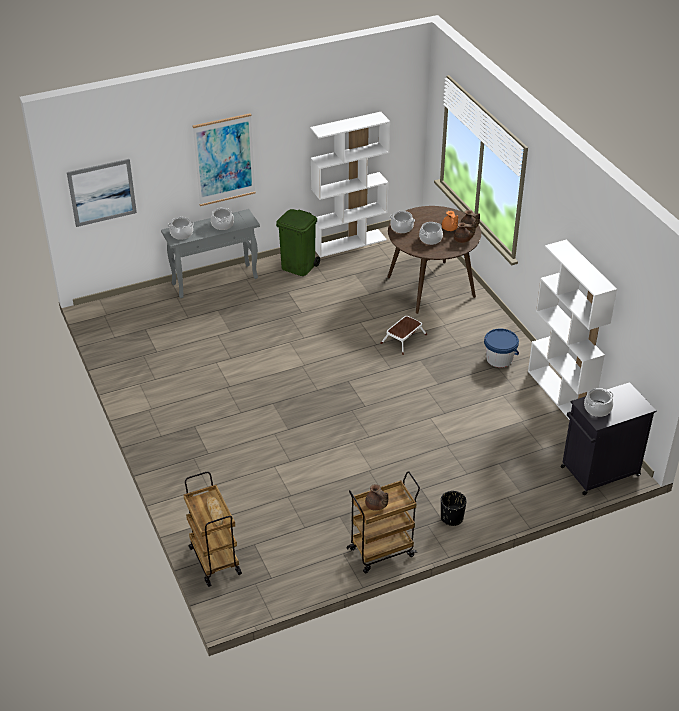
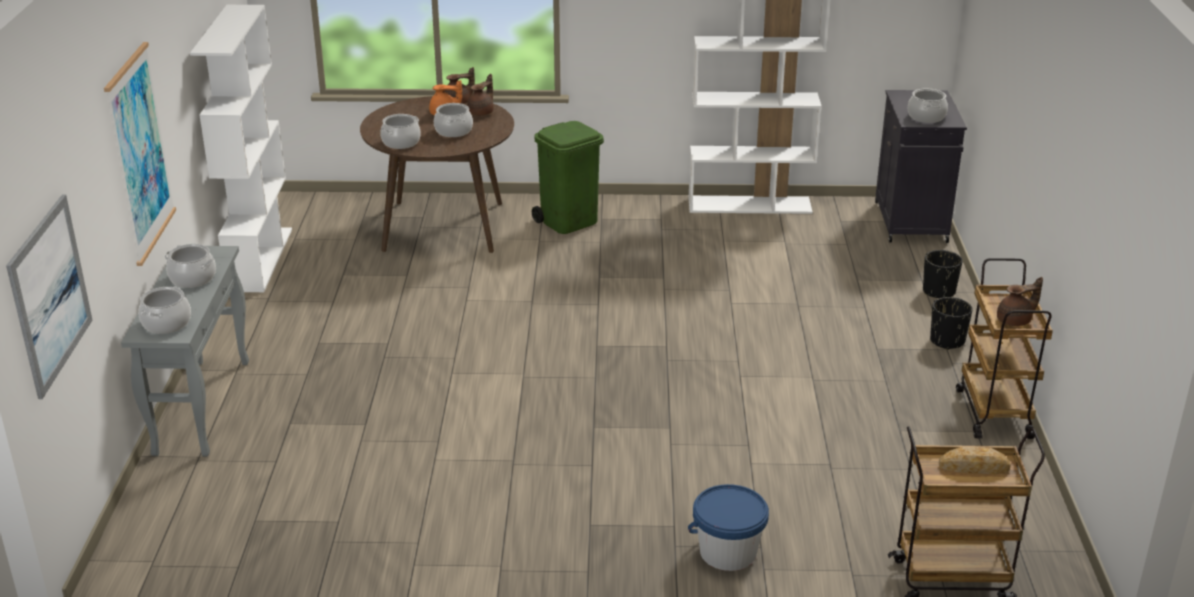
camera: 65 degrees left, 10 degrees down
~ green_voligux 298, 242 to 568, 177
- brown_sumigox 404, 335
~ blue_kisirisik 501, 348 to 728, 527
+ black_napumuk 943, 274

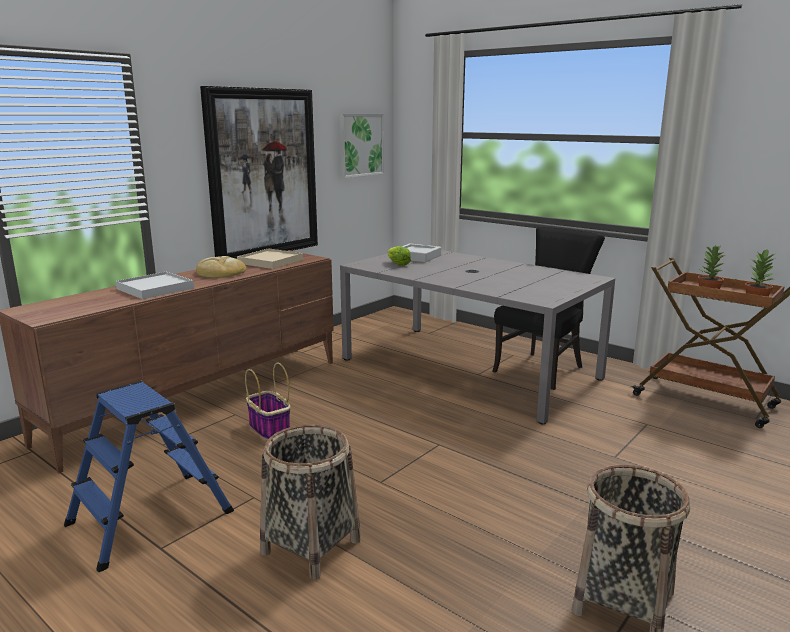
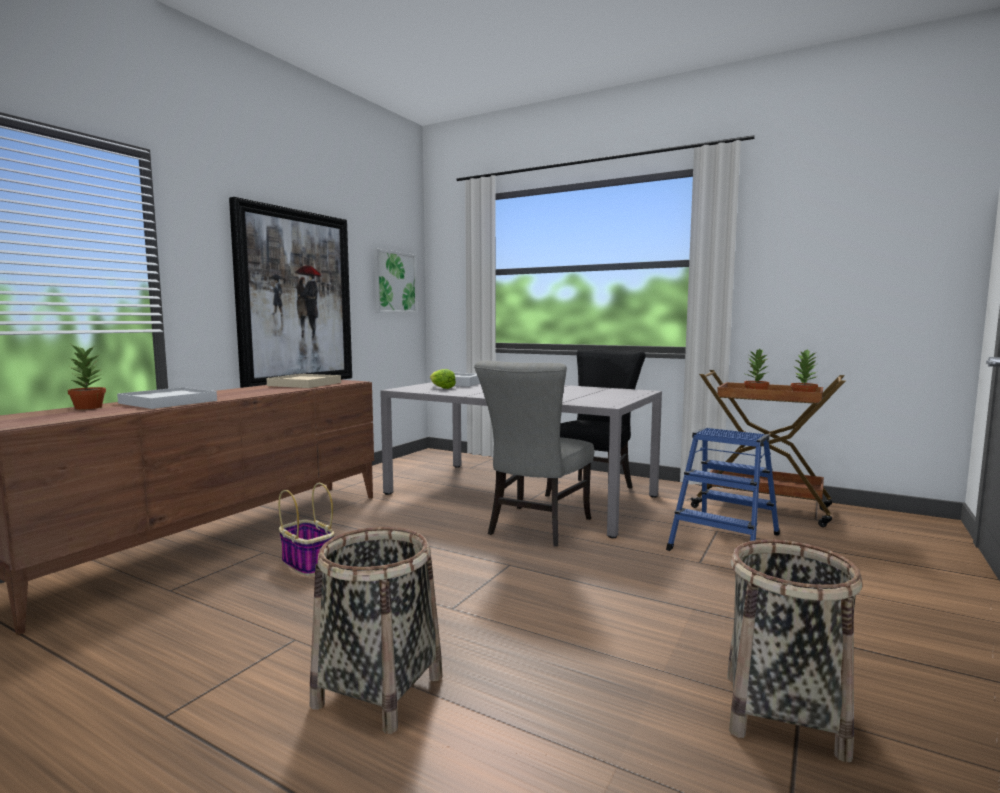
camera: 10 degrees left, 10 degrees down
~ blue_sumigox 149, 476 to 723, 489
- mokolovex 221, 267
+ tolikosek 87, 377
+ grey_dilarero 534, 454

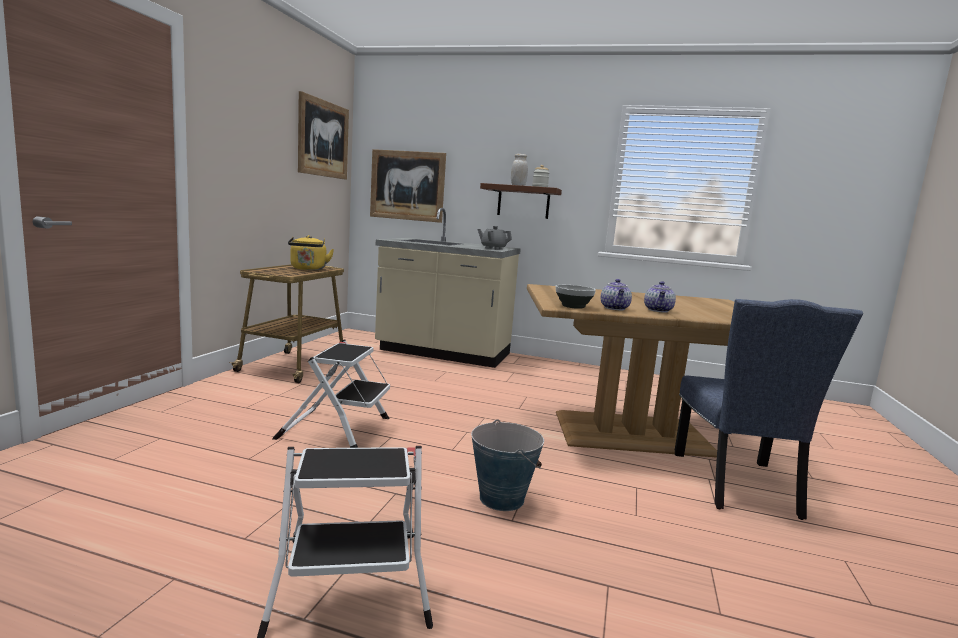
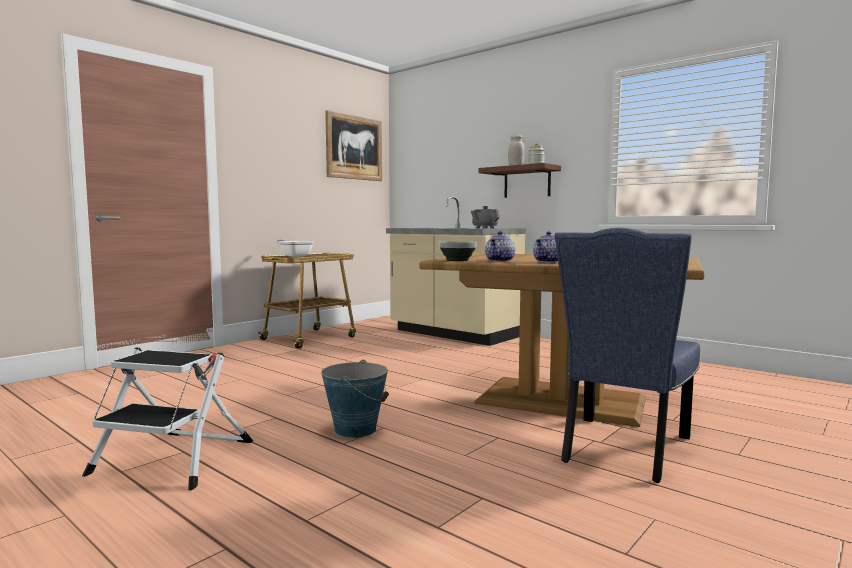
camera: 25 degrees right, 5 degrees down
- sumigox 331, 393
- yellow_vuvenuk 311, 252
- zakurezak 408, 186
+ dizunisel 295, 248

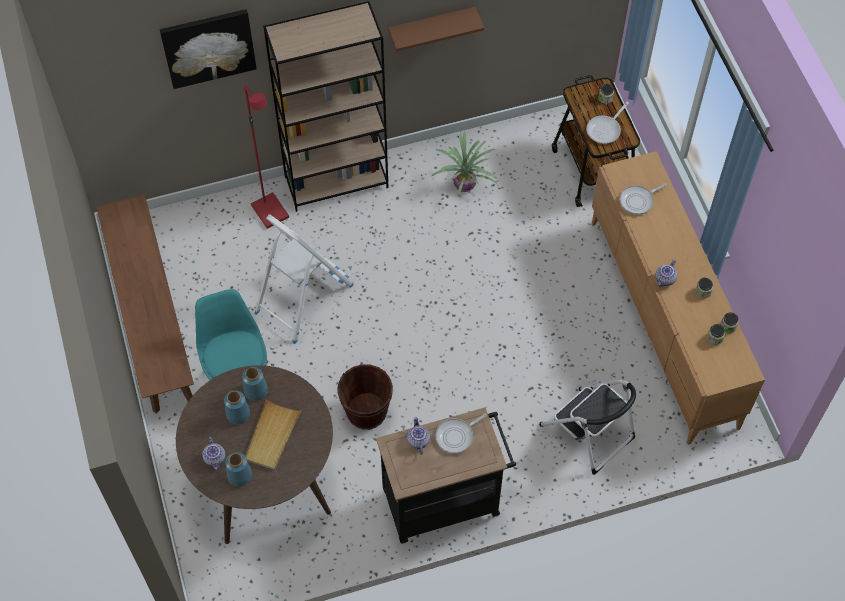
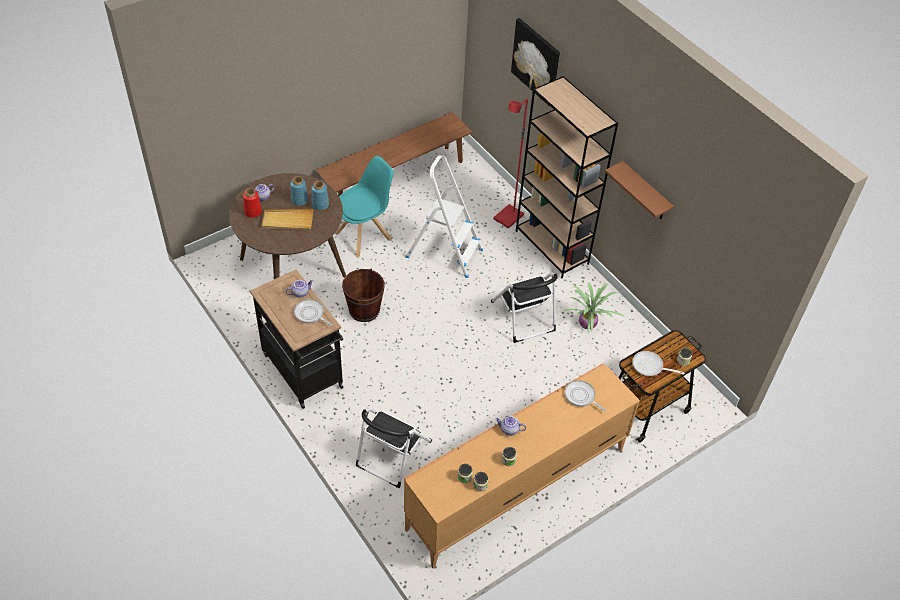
camera: 70 degrees right, 10 degrees down
~ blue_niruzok 238, 469 to red_niruzok 252, 203
+ sumigox 524, 307

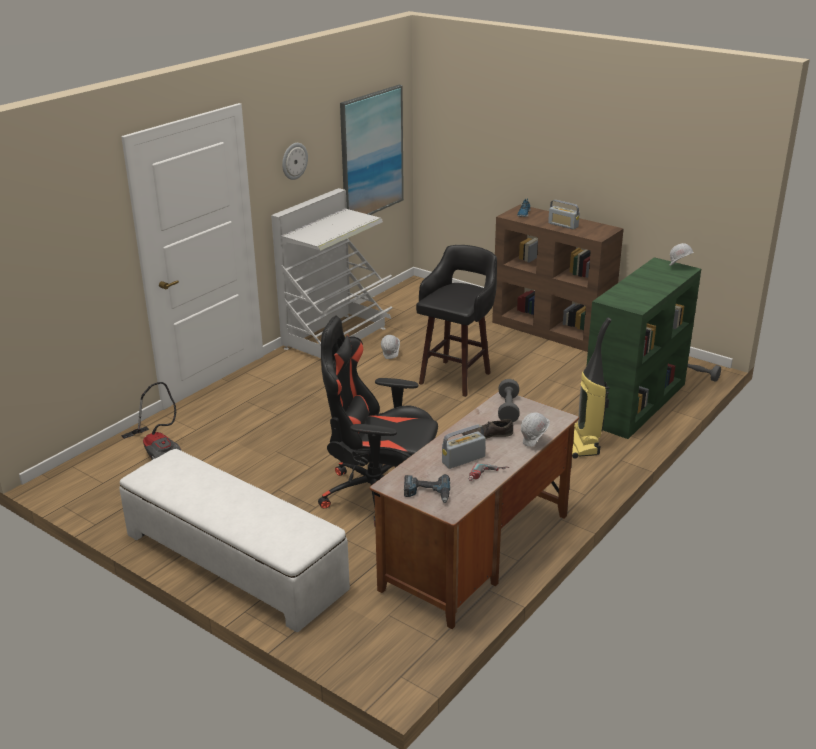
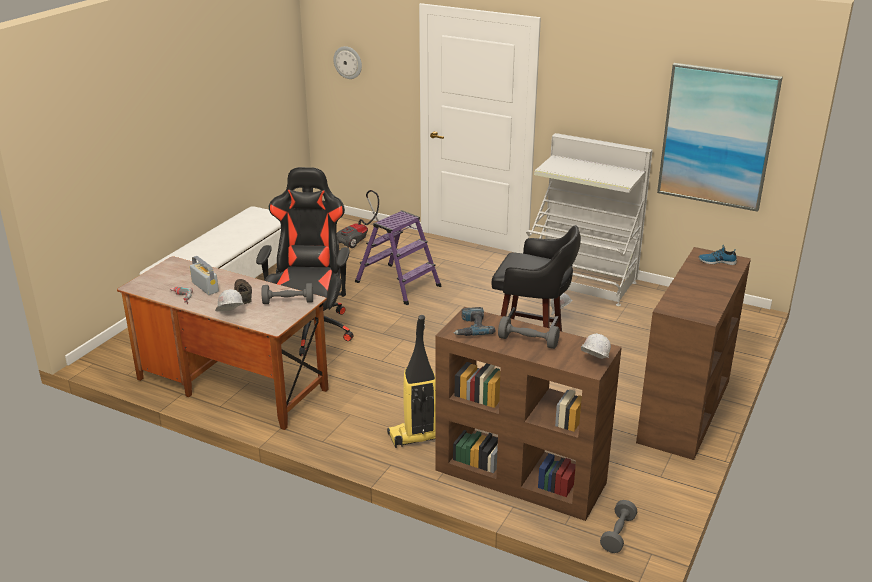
camera: 80 degrees right, 0 degrees up
~ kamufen 295, 161 to 347, 62
~ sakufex 427, 488 to 474, 321
- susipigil 564, 215
~ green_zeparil 644, 348 to brown_zeparil 528, 414
+ purple_sumigox 398, 257
+ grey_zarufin 529, 332

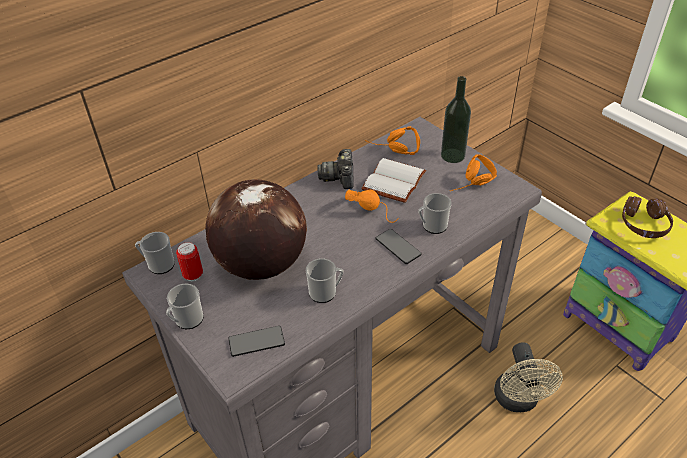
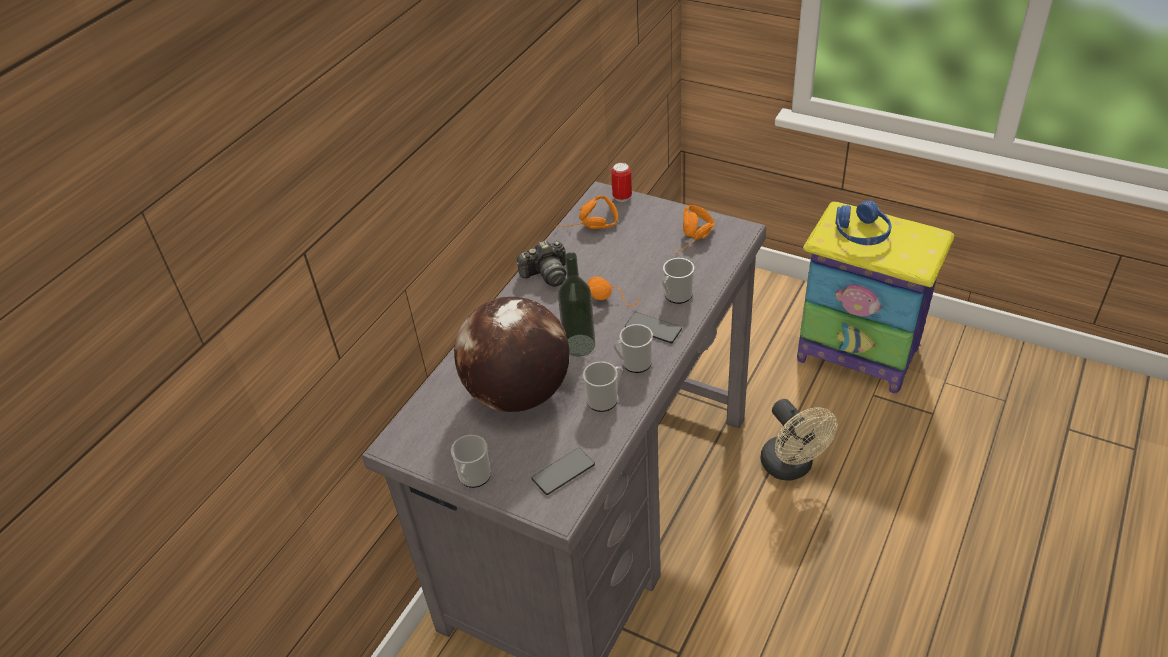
camera: 20 degrees left, 0 degrees up
~ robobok 155, 253 to 633, 348
~ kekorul 189, 261 to 621, 182
~ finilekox 336, 169 = 541, 264 90 degrees counterclockwise
- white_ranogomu 393, 180
~ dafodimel 456, 119 to 576, 304
~ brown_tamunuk 647, 217 to blue_tamunuk 863, 223

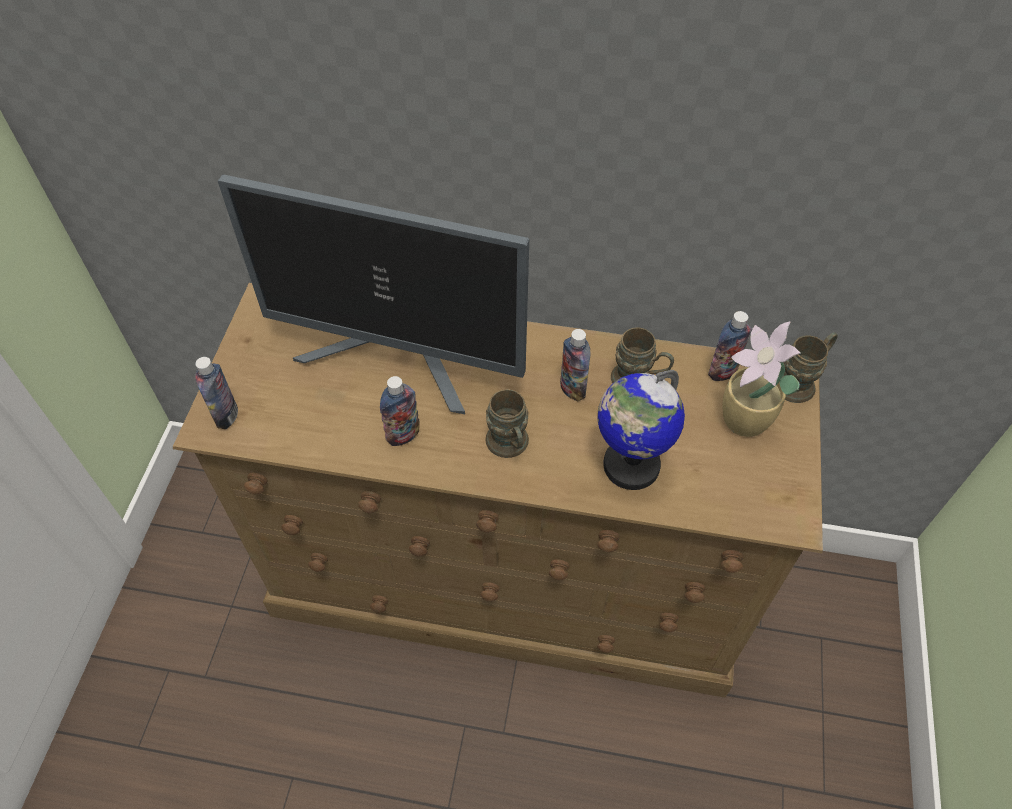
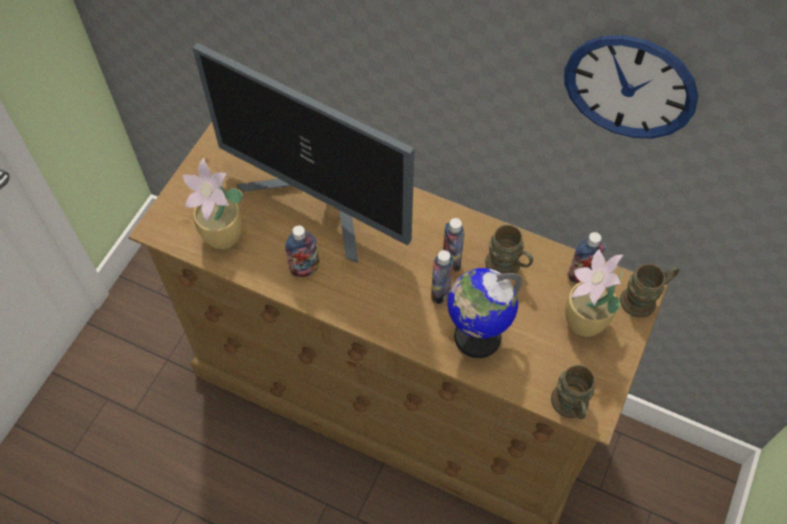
camera: 15 degrees right, 5 degrees up
~ dafodimel 216, 393 to 442, 277
~ brown_robobok 507, 423 to 573, 392
+ tolikosek 213, 203
+ kamufen 631, 87

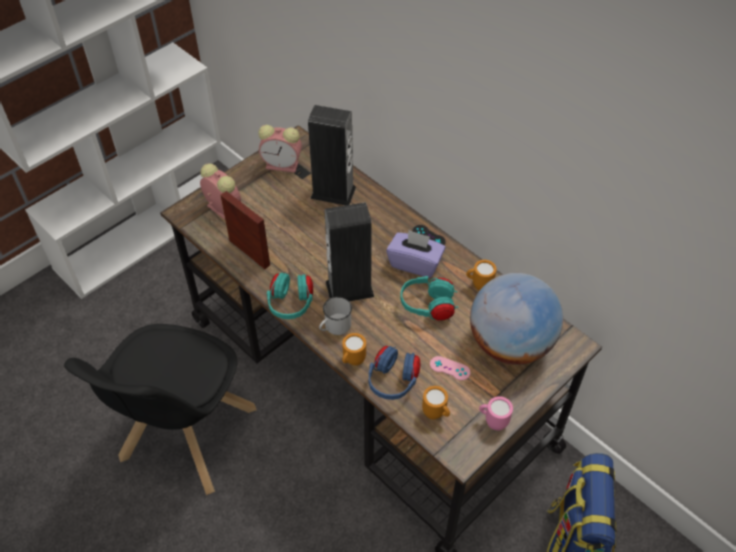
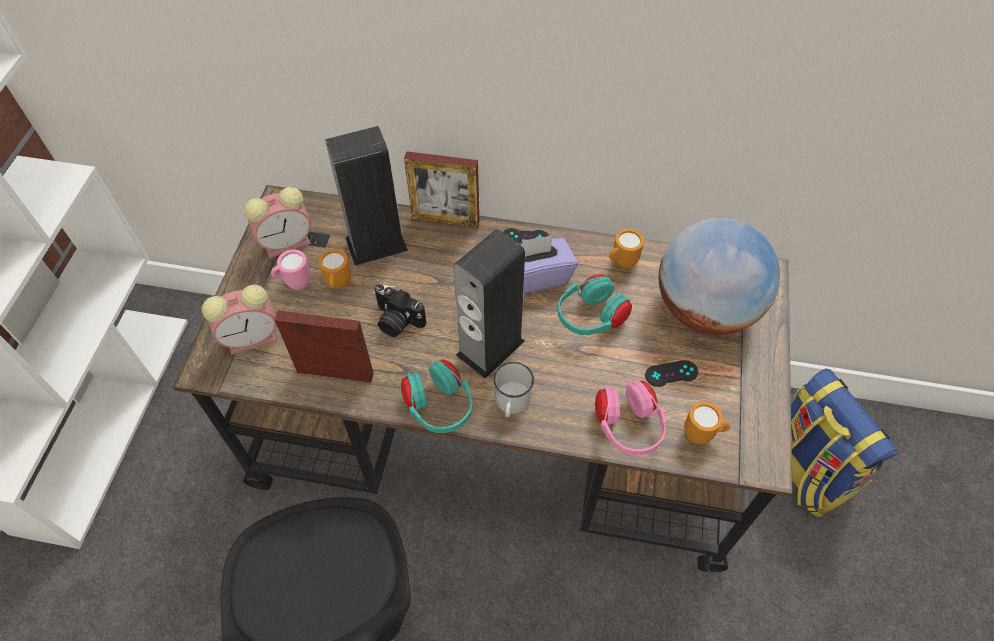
camera: 35 degrees left, 5 degrees up
~ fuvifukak 220, 191 = 239, 320 150 degrees clockwise
~ orange_robobok 354, 349 to 334, 268
~ blue_tamunuk 394, 373 to pink_tamunuk 630, 417
~ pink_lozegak 450, 368 to black_lozegak 671, 373
~ pink_robobok 496, 413 to 291, 269
+ finilekox 399, 310
+ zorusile 442, 189

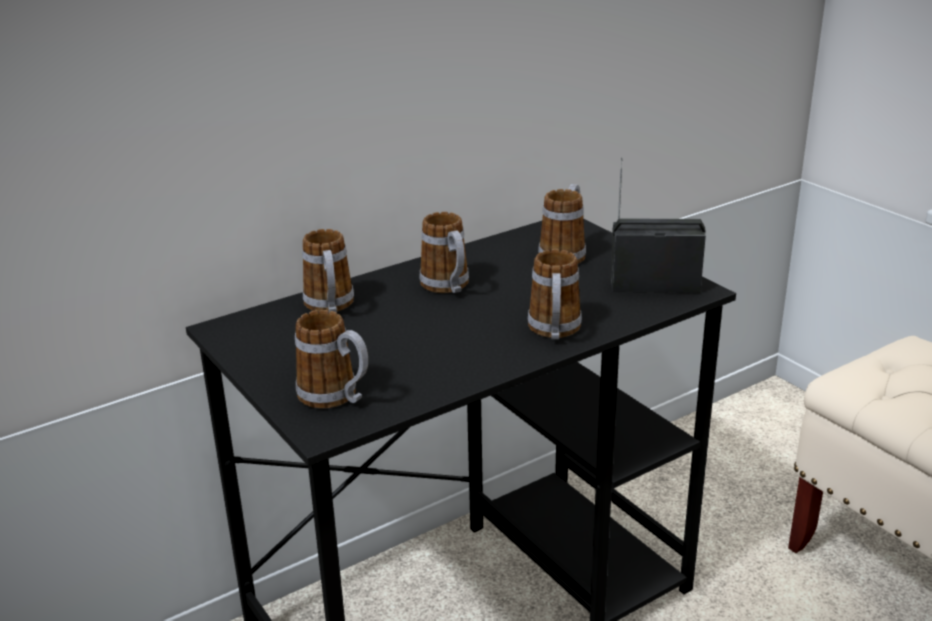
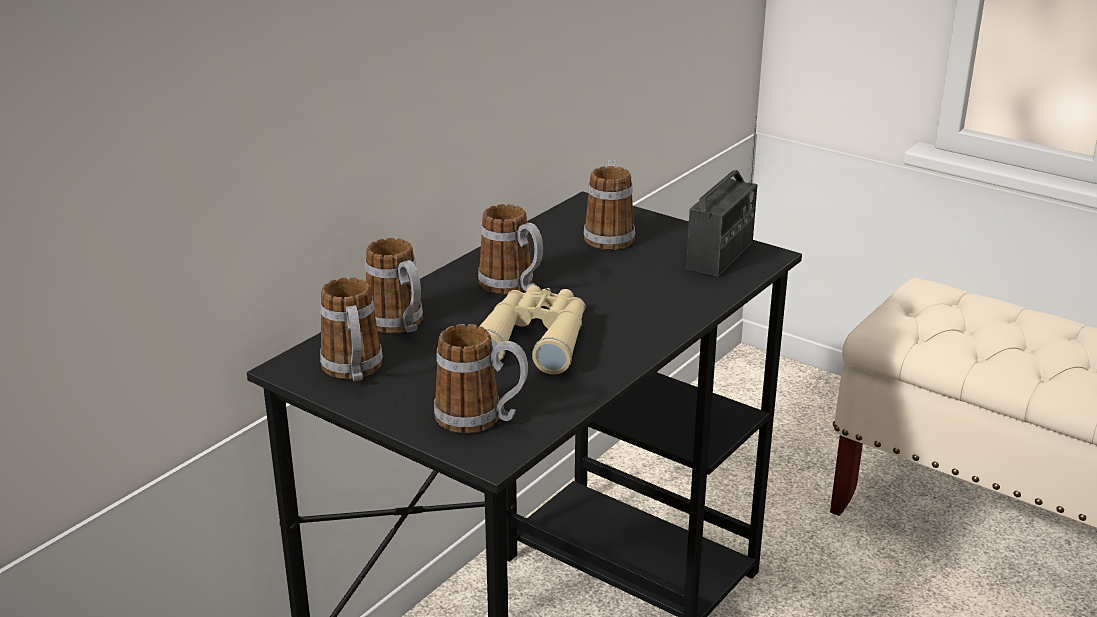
camera: 20 degrees left, 0 degrees up
~ robobok 555, 294 to 351, 329
~ susipigil 658, 225 = 721, 196 135 degrees clockwise
+ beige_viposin 532, 330

